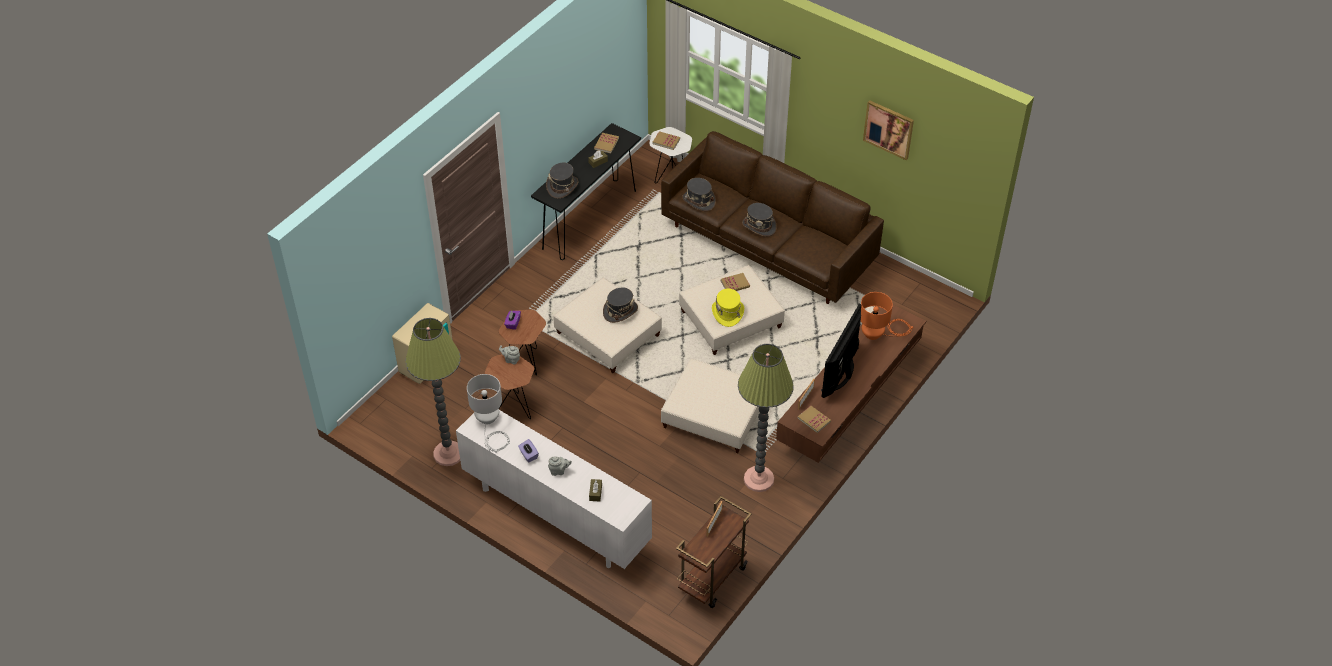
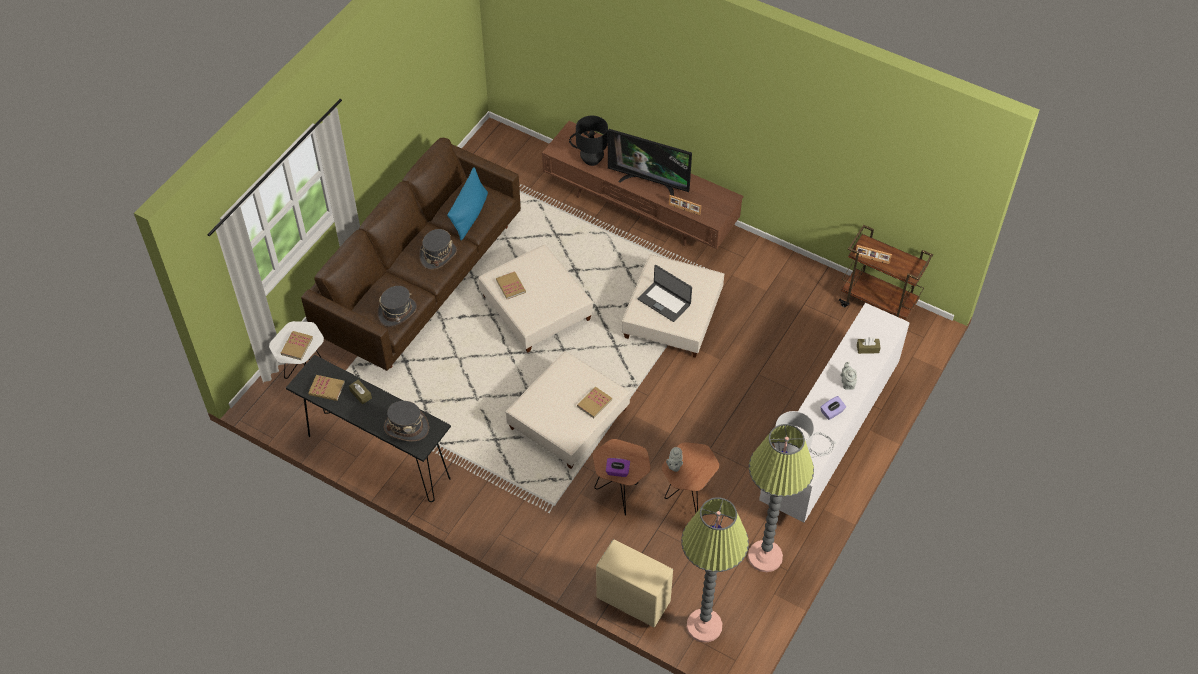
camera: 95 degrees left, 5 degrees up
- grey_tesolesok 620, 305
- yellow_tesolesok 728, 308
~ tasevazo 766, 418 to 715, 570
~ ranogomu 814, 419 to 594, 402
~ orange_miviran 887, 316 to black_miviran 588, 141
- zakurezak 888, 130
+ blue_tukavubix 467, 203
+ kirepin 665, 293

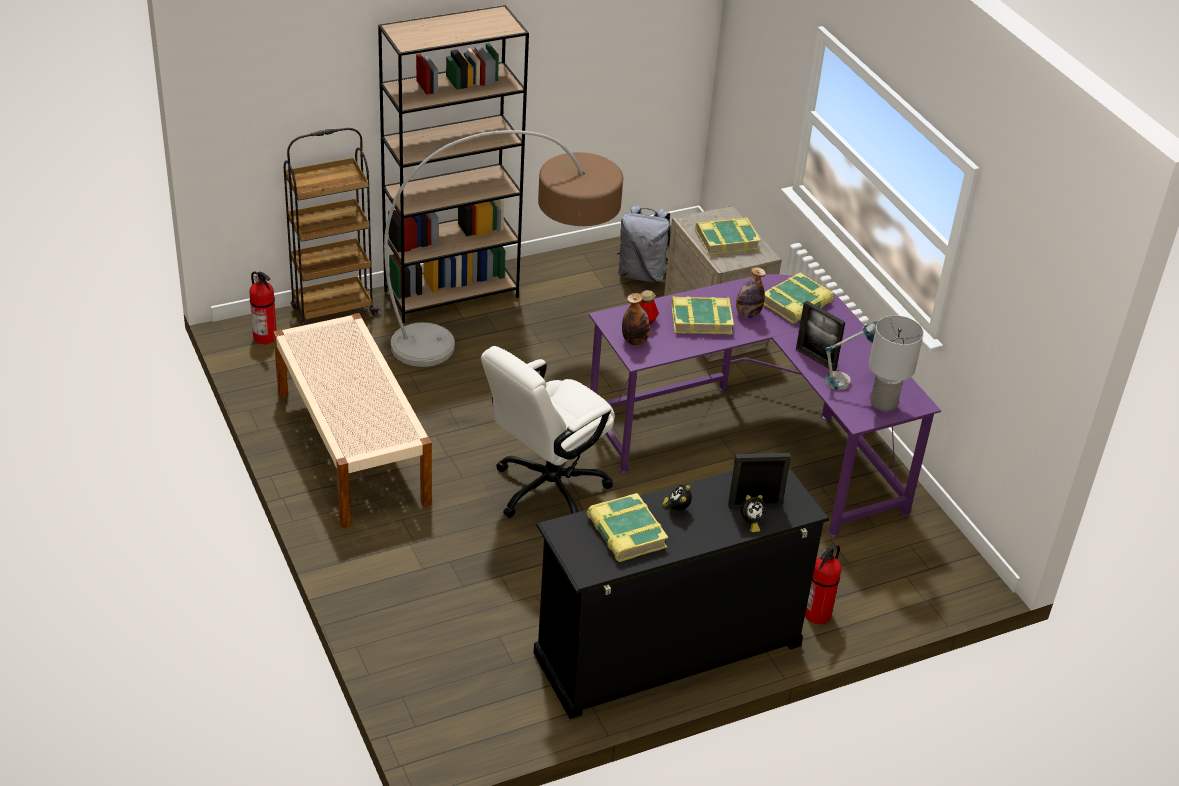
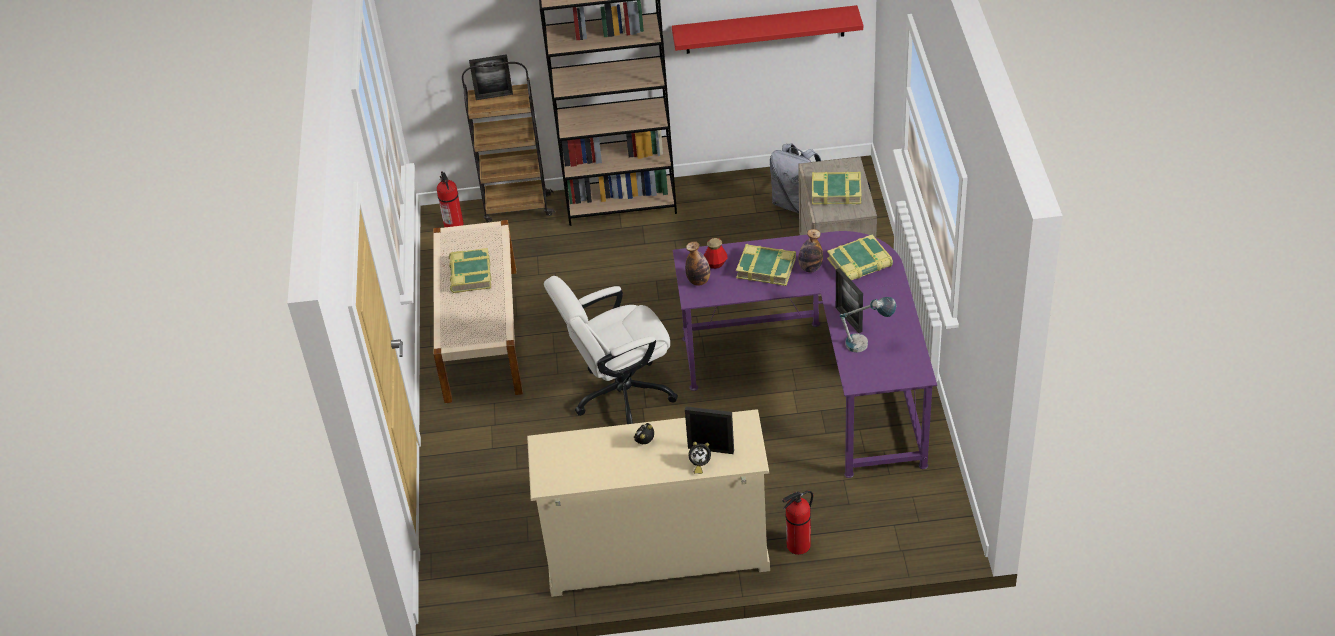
camera: 25 degrees right, 5 degrees up
- tasevazo 503, 248
~ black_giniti 681, 593 to beige_giniti 648, 503
~ ranogomu 627, 527 to 469, 270
- grey_miviran 896, 363
+ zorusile 491, 77
+ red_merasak 767, 29

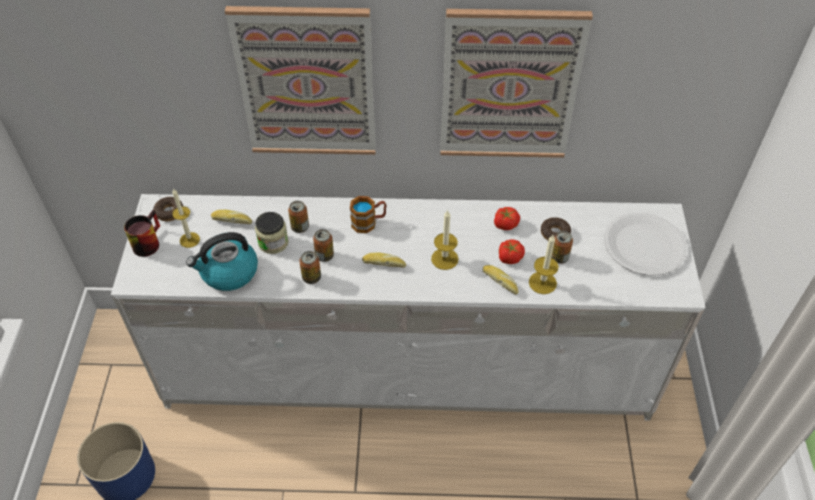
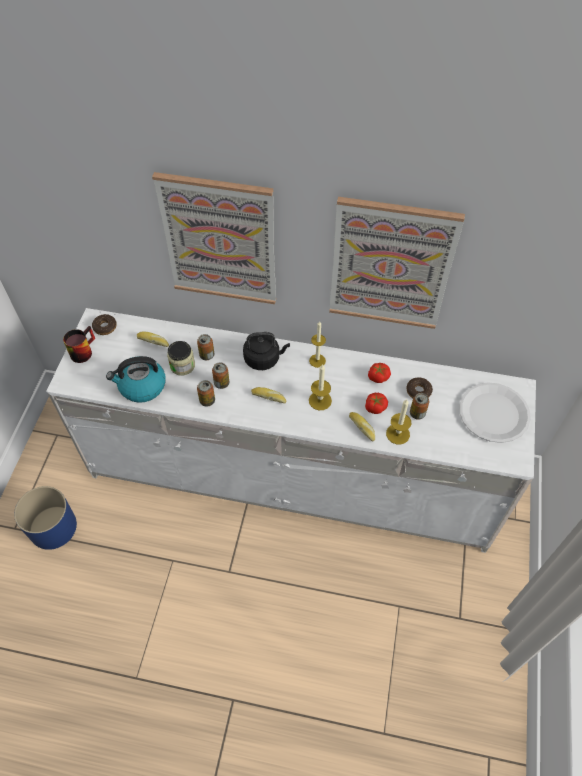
camera: 10 degrees right, 5 degrees up
~ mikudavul 186, 218 to 317, 344
~ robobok 368, 214 to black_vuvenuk 266, 351

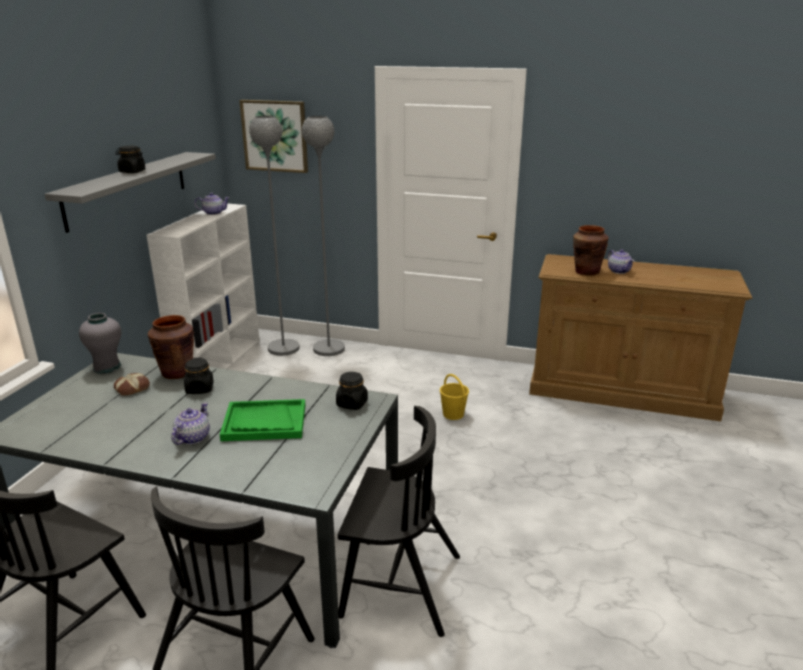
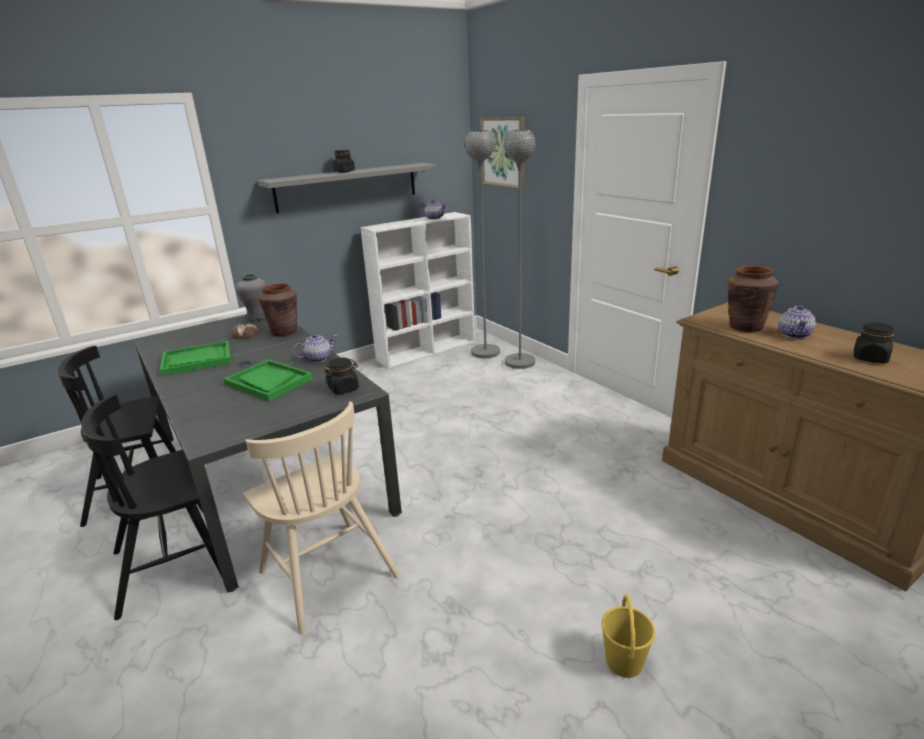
camera: 40 degrees right, 0 degrees up
~ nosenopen 190, 423 to 315, 348
~ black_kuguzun 199, 375 to 874, 342
~ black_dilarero 399, 521 to beige_dilarero 321, 517
~ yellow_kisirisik 454, 397 to 628, 636
+ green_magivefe 195, 358

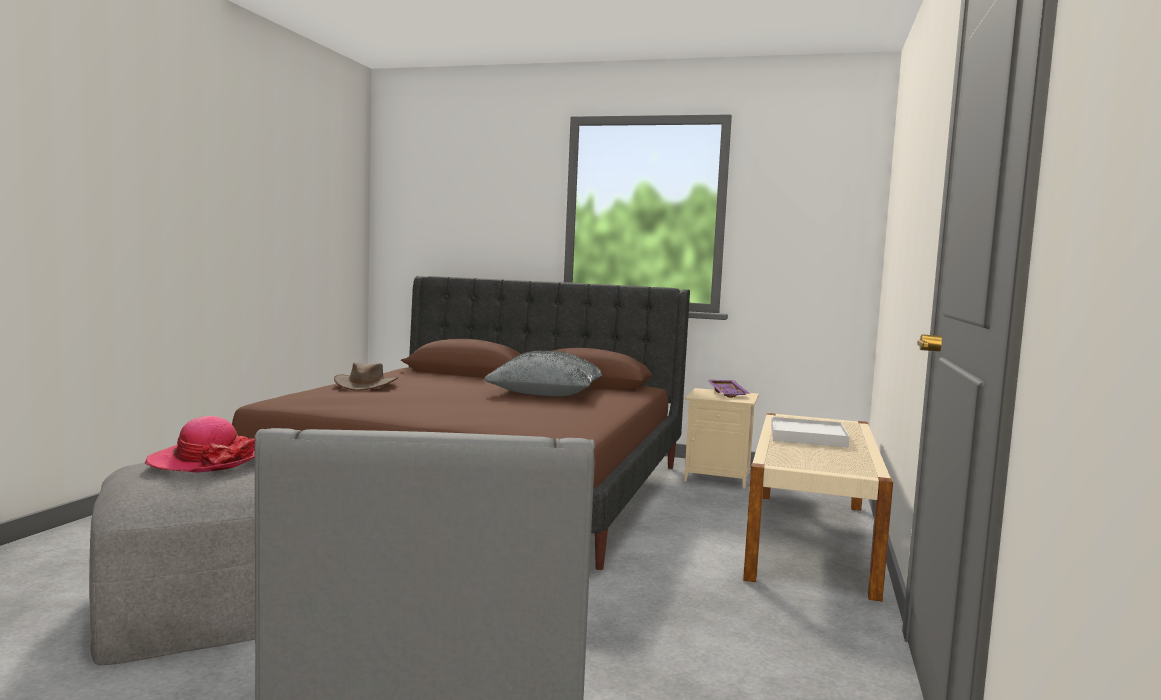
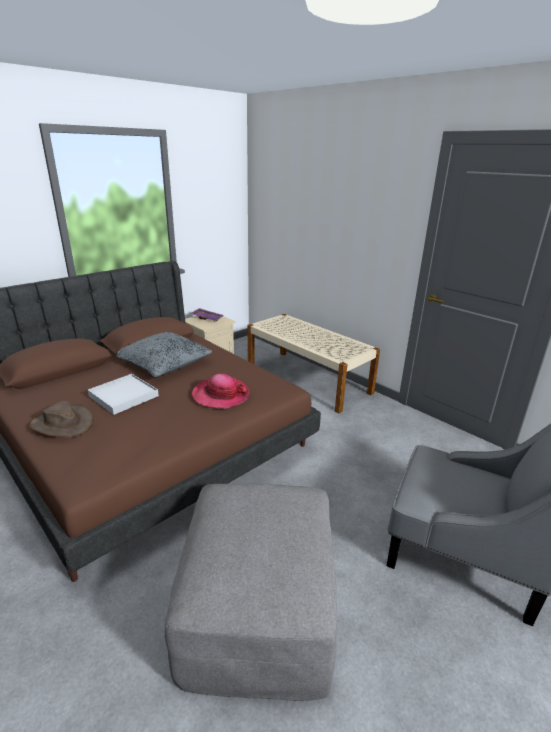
camera: 60 degrees left, 20 degrees up
~ tesolesok 200, 444 to 220, 391
~ white_magivefe 810, 432 to 123, 394

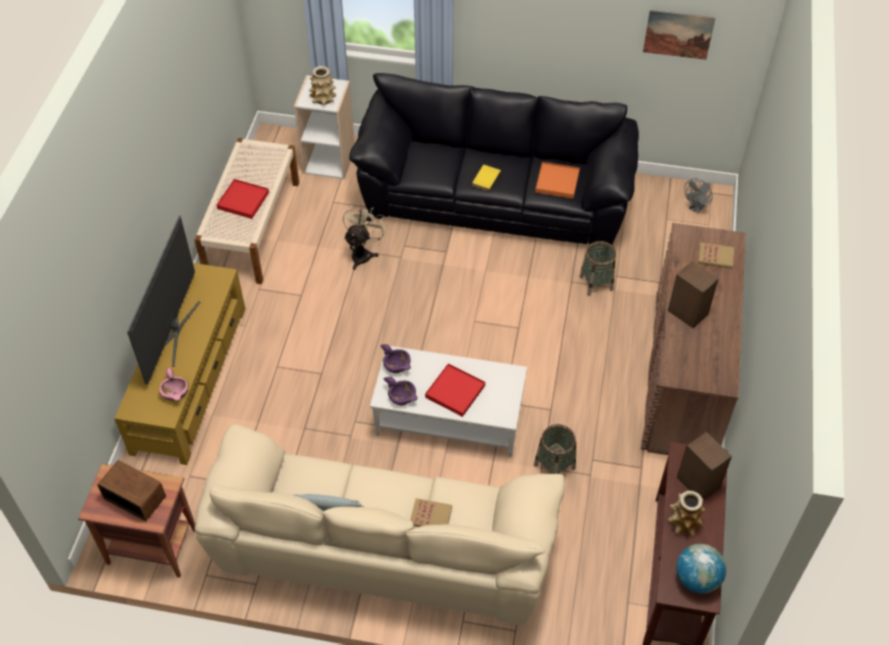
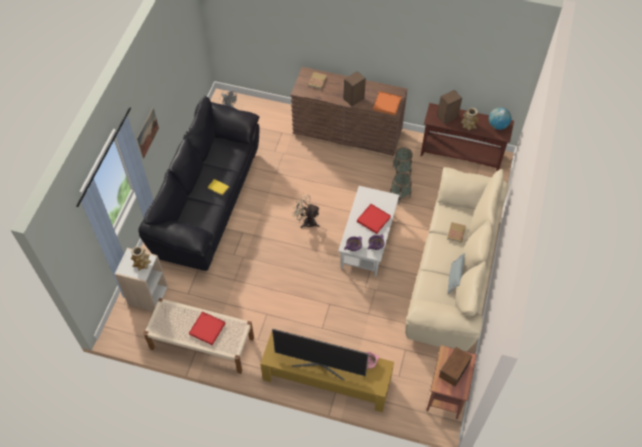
camera: 85 degrees left, 5 degrees up
~ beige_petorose 365, 236 to 306, 210
~ orange_magivefe 557, 180 to 387, 103
~ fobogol 598, 268 to 402, 161
~ zakurezak 679, 35 to 148, 133

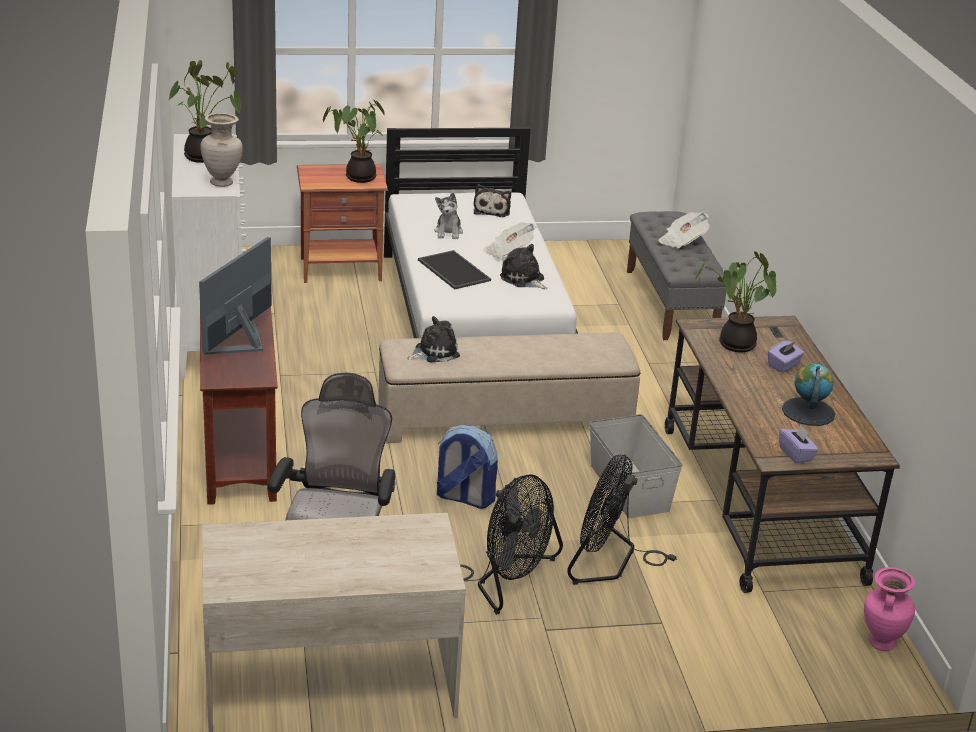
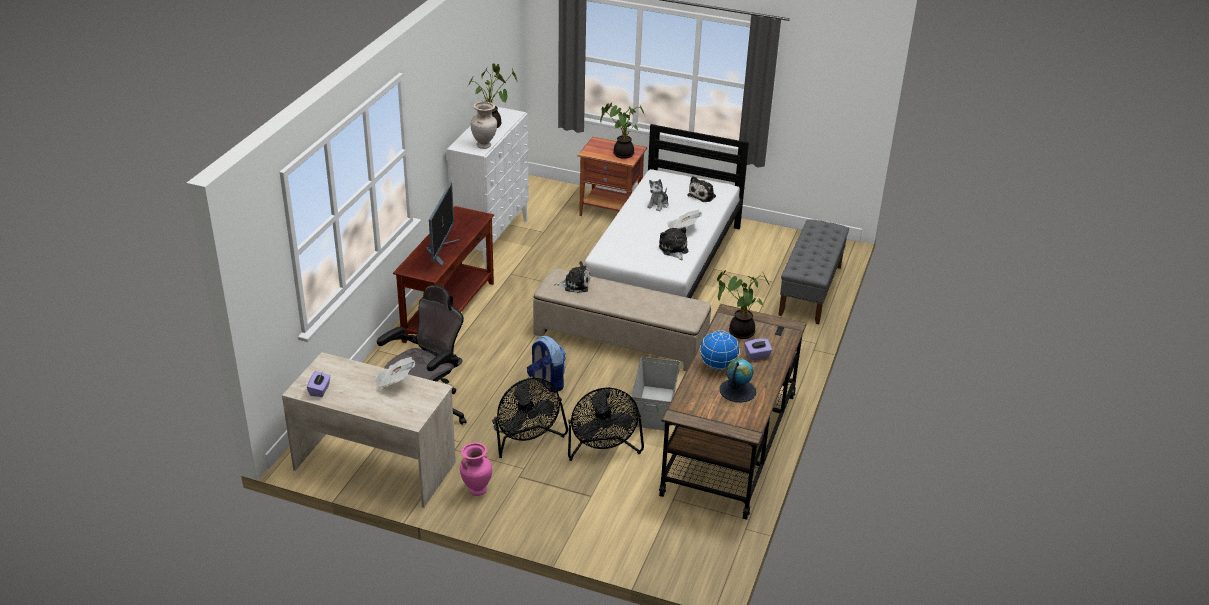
camera: 30 degrees right, 5 degrees up
~ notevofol 235, 296 = 443, 224 135 degrees clockwise
- magivefe 454, 270
~ black_petorose 622, 519 = 606, 424 150 degrees counterclockwise
~ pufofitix 684, 230 to 395, 373
~ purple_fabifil 799, 444 to 319, 384
~ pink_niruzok 889, 609 to 476, 469
+ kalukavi 720, 350

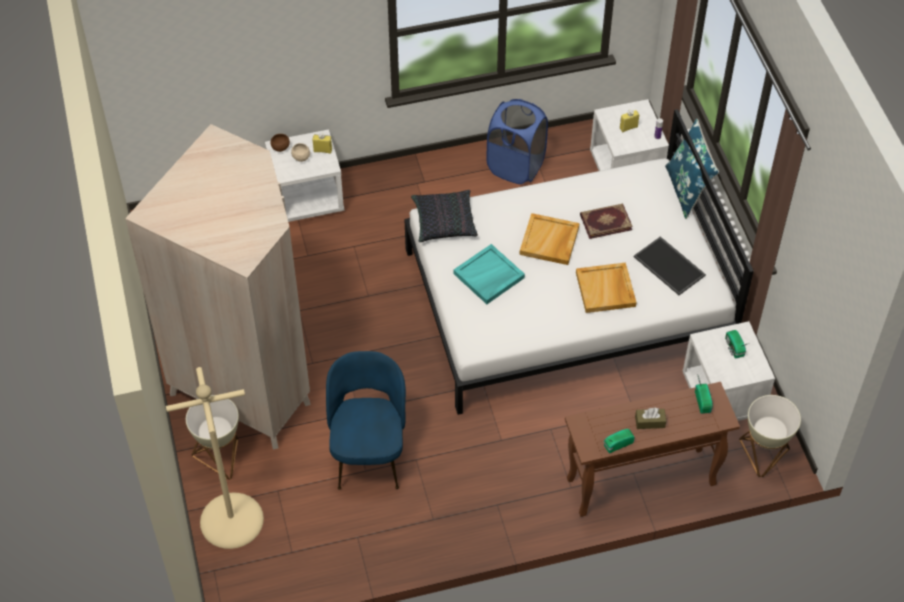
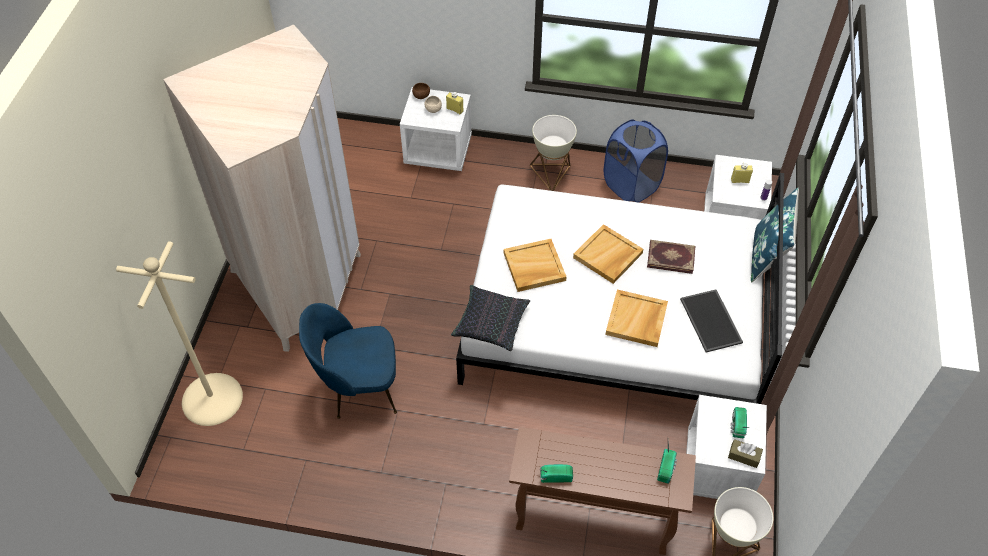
camera: 25 degrees right, 0 degrees up
~ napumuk 212, 437 to 553, 153
~ blue_dilarero 366, 420 = 348, 361 120 degrees counterclockwise
~ black_tukavubix 444, 216 to 490, 318
~ turquoise_magivefe 489, 274 to beige_magivefe 535, 265
~ brown_fabifil 650, 418 to 745, 453

